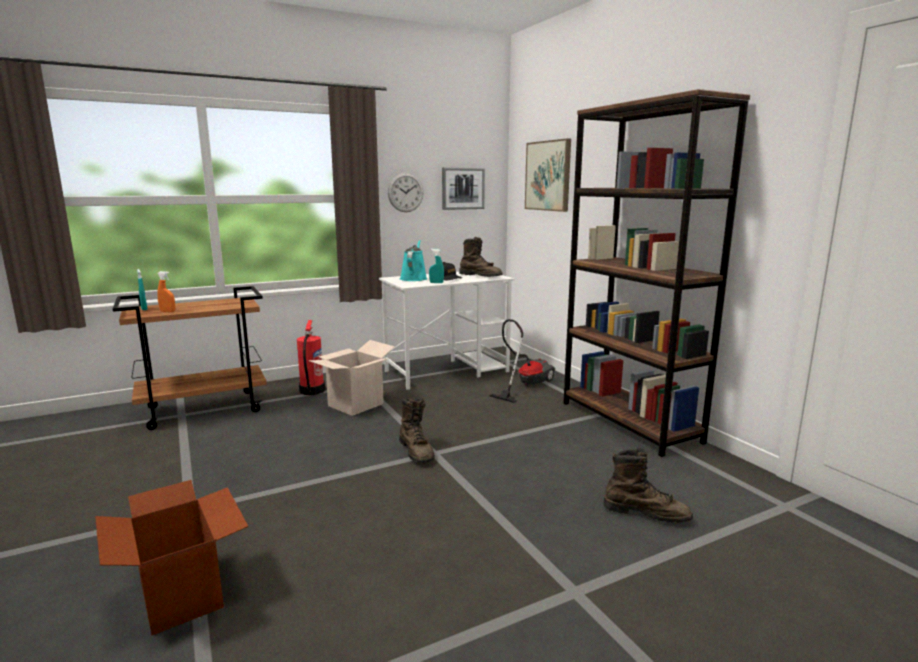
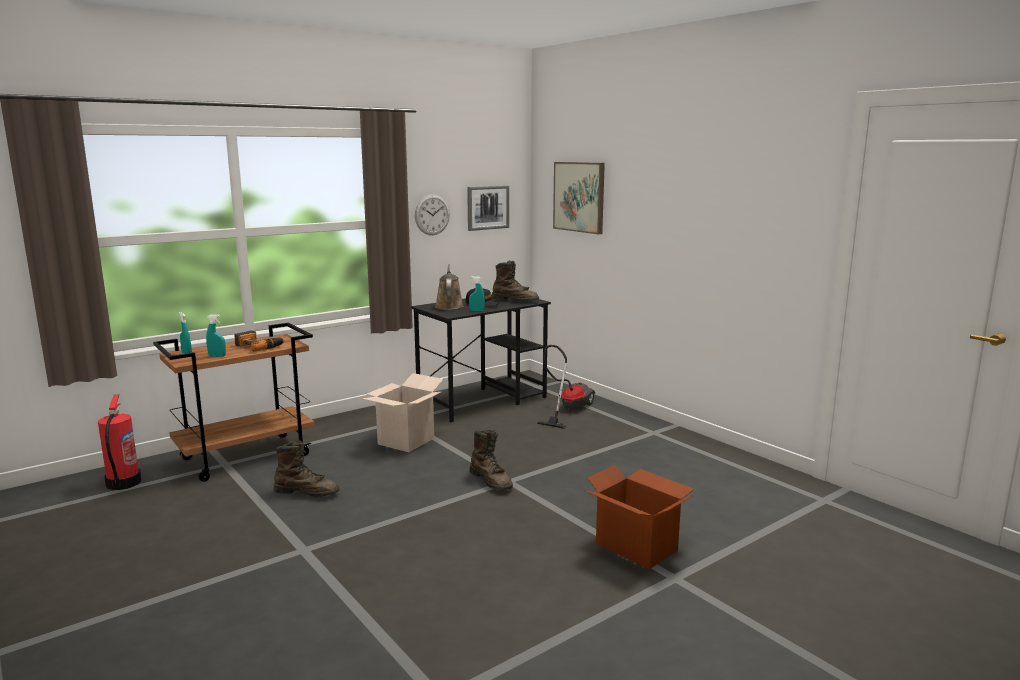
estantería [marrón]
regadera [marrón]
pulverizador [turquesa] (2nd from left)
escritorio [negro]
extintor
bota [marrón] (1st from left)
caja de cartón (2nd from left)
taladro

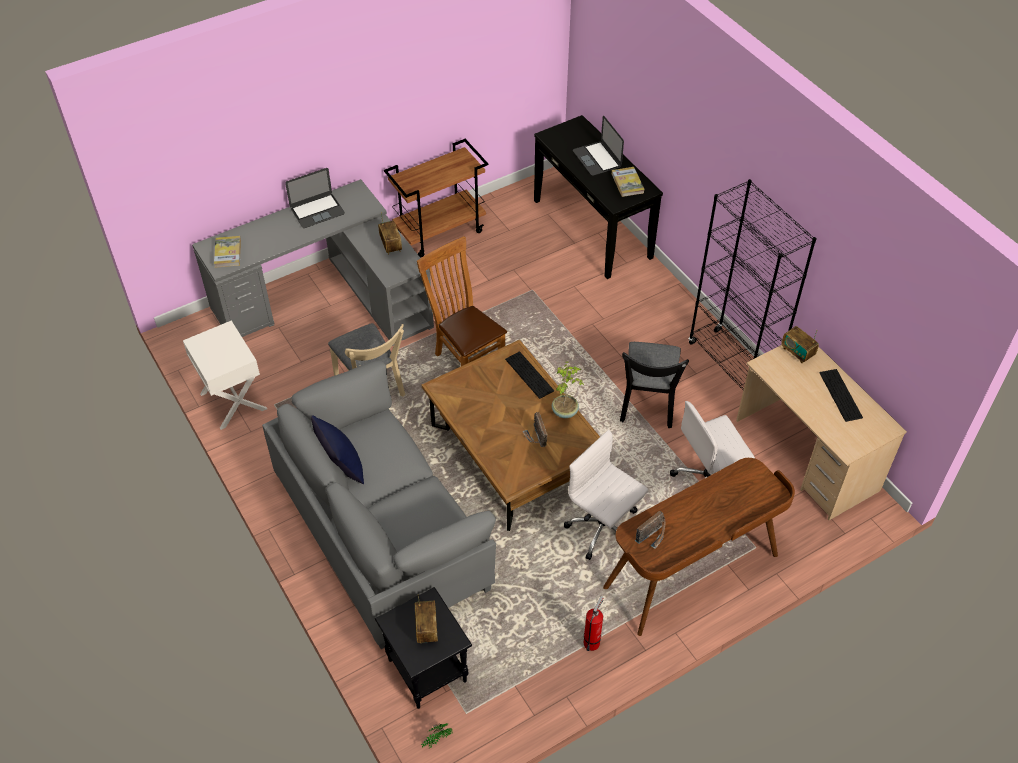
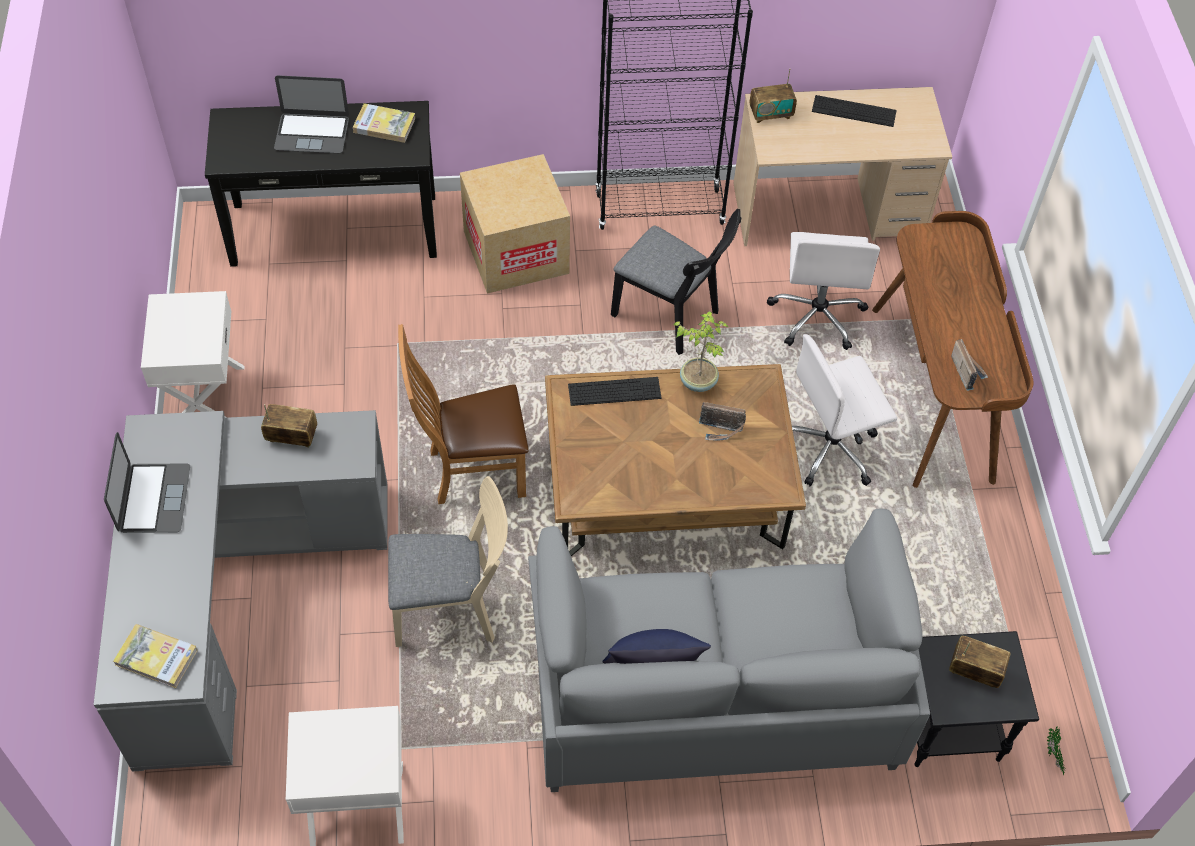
mesita de noche [blanco] (1st from left)
extintor
caja de cartón

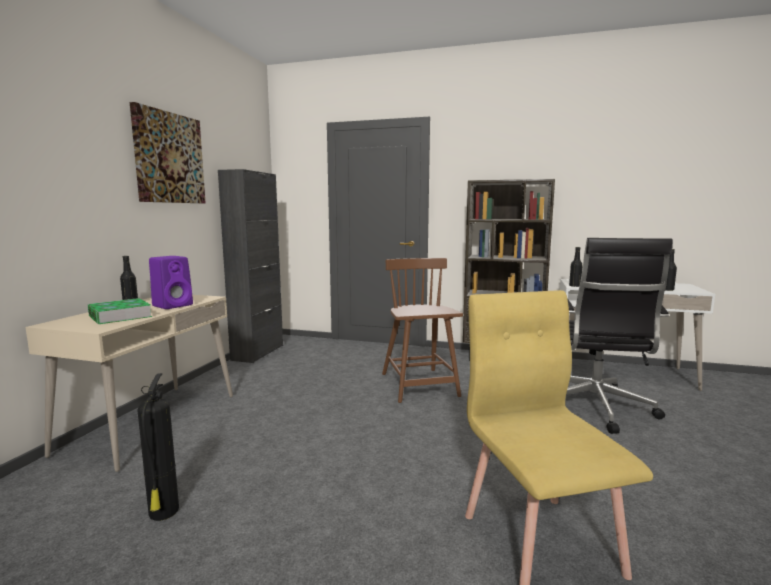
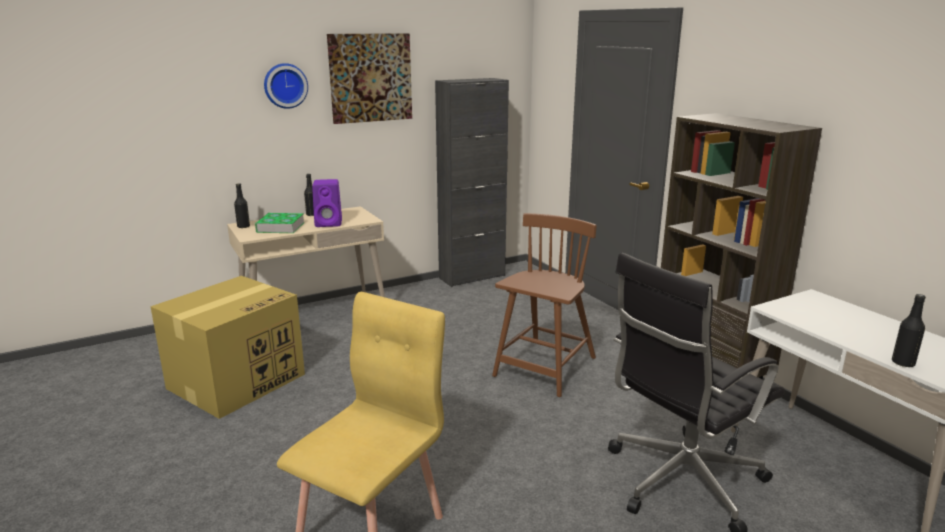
botella [negro] (1st from left)
caja de cartón
reloj de pared

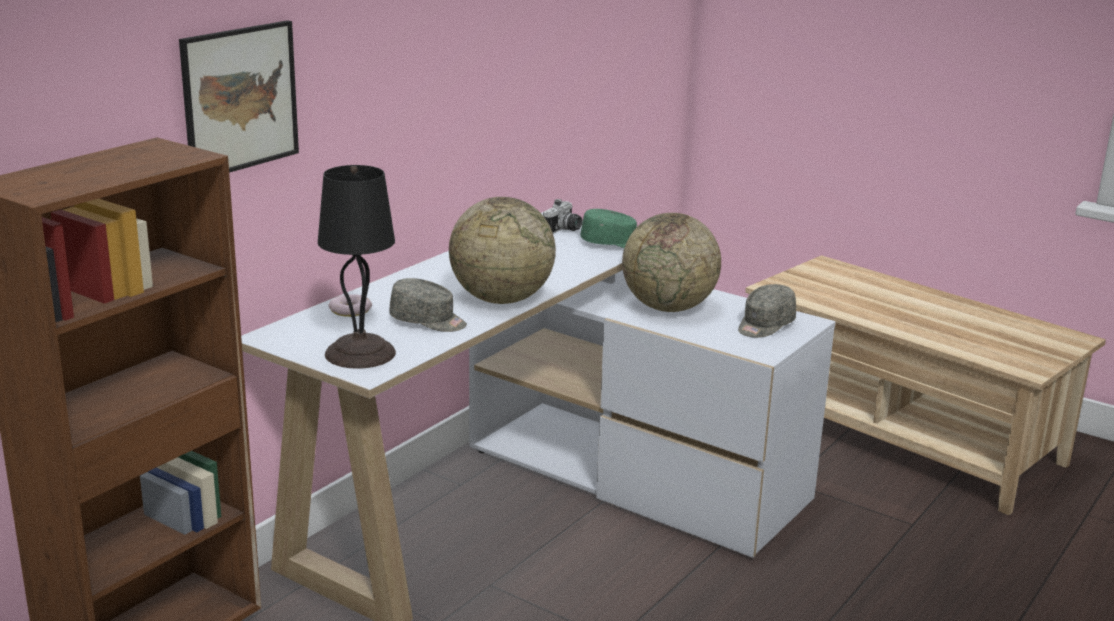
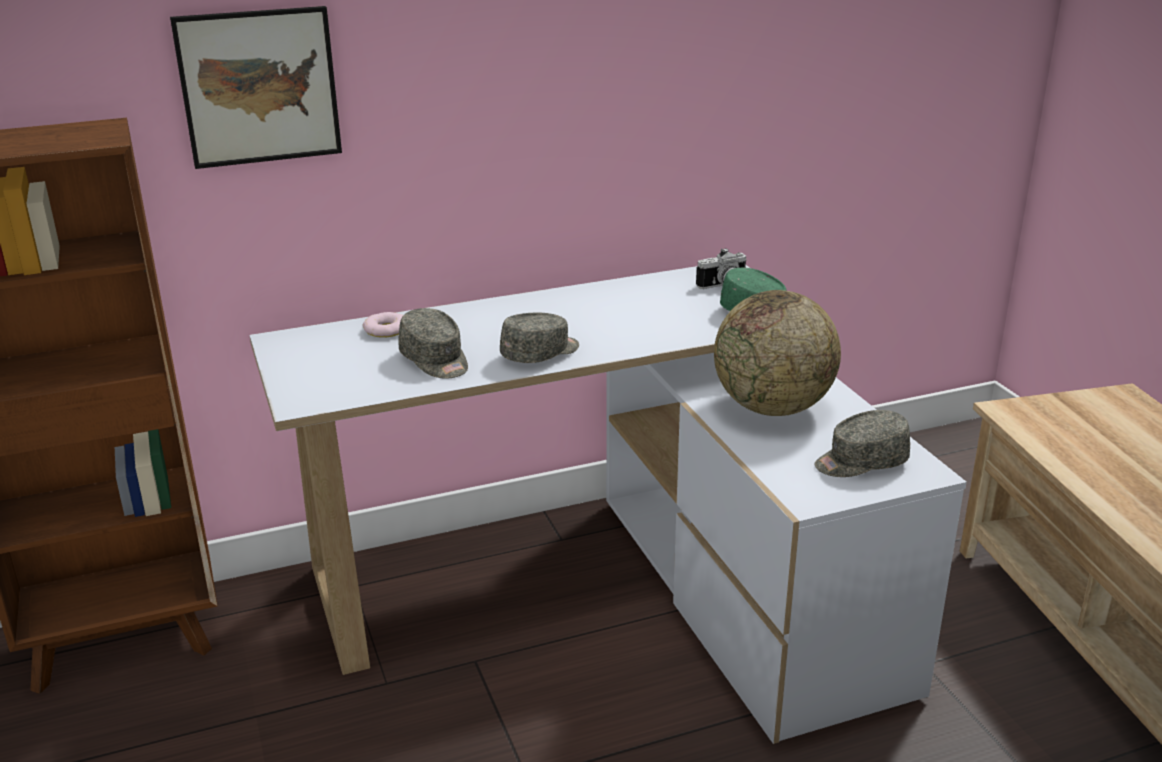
lámpara de mesa [negro]
gorra [gris] (2nd from left)

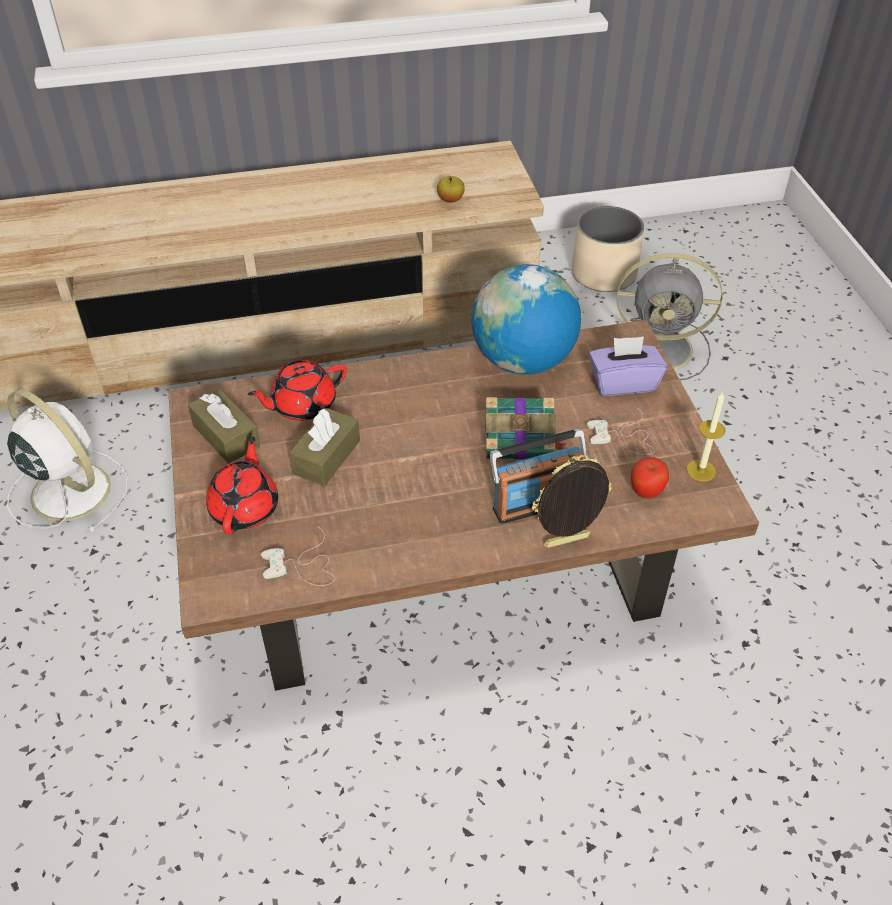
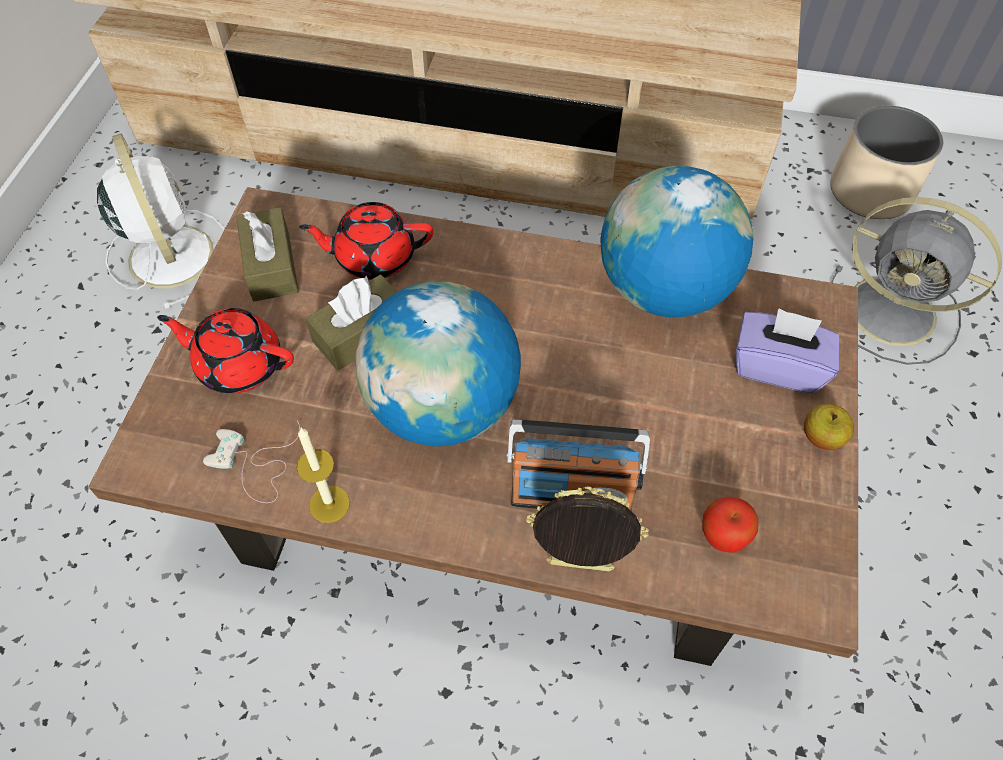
manzana (2nd from left)
vela
libro
mando de consola [blanco] (2nd from left in the first image)
tetera [rojo] (1st from left)
globo terráqueo (1st from left)

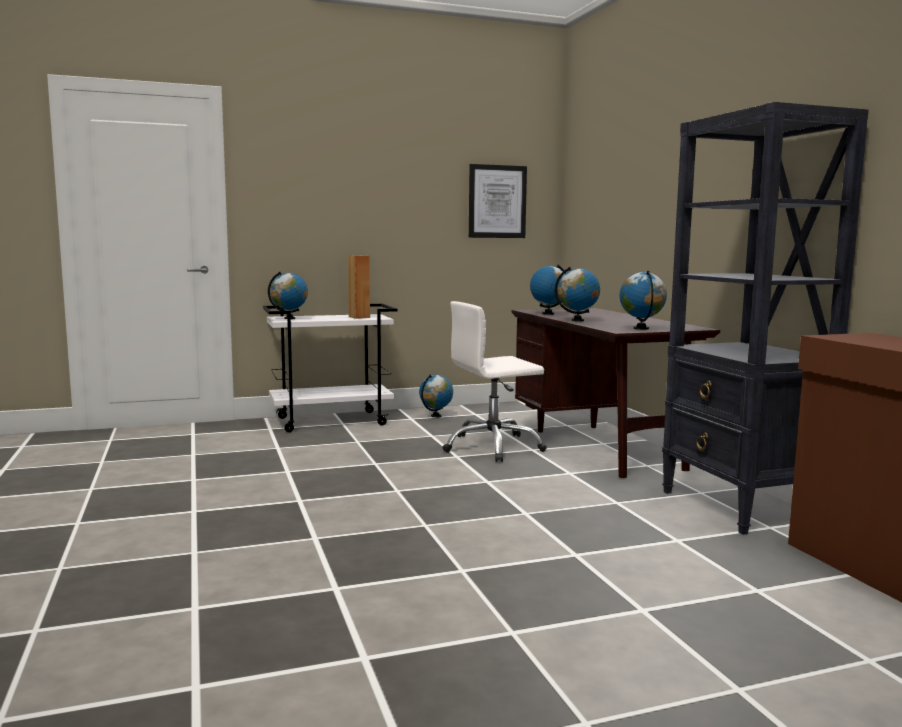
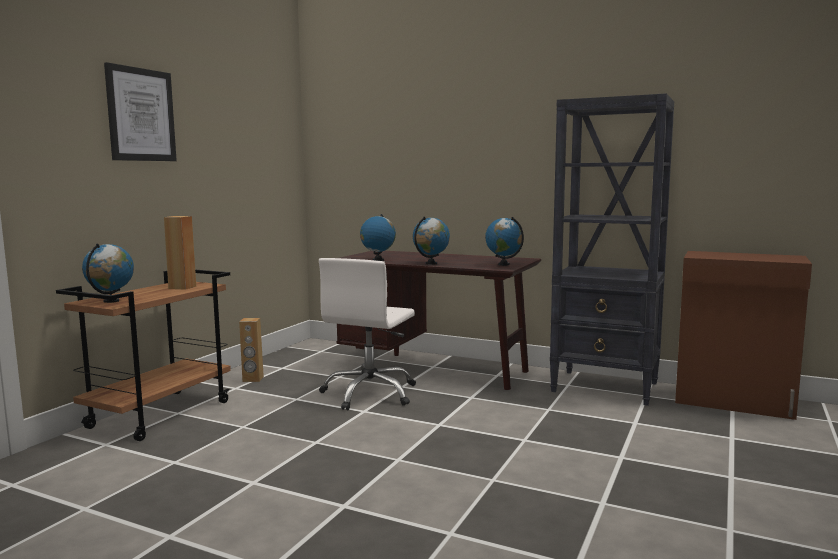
cuadro
carrito [marrón]
altavoz [marrón] (2nd from left)

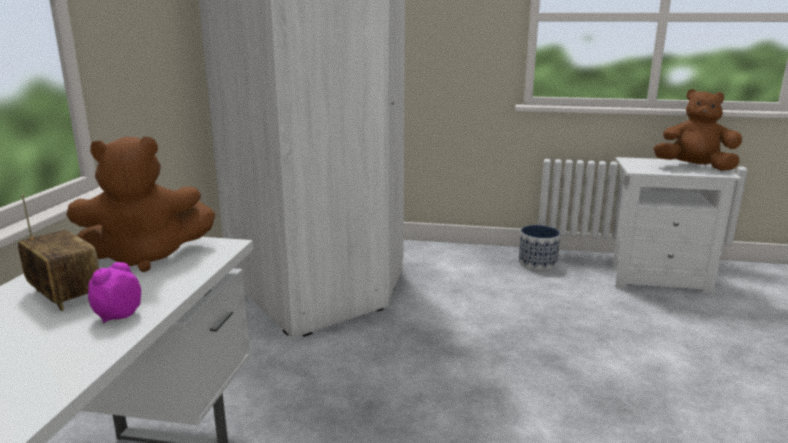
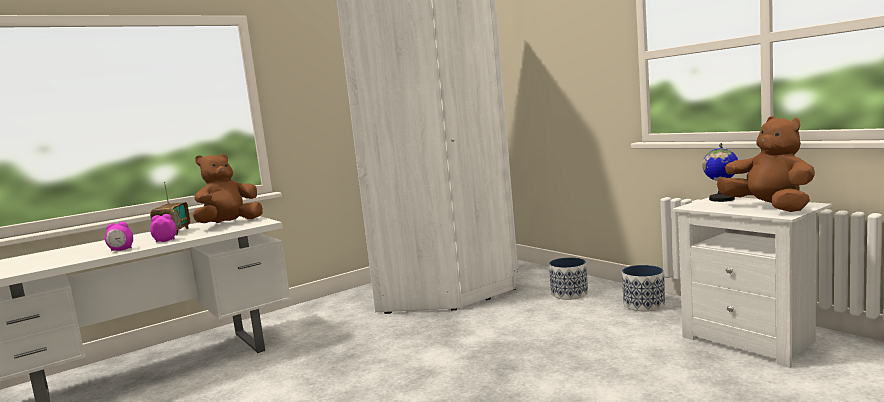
peluche [marrón] (1st from left)
globo terráqueo
despertador (1st from left)
maceta (1st from left)

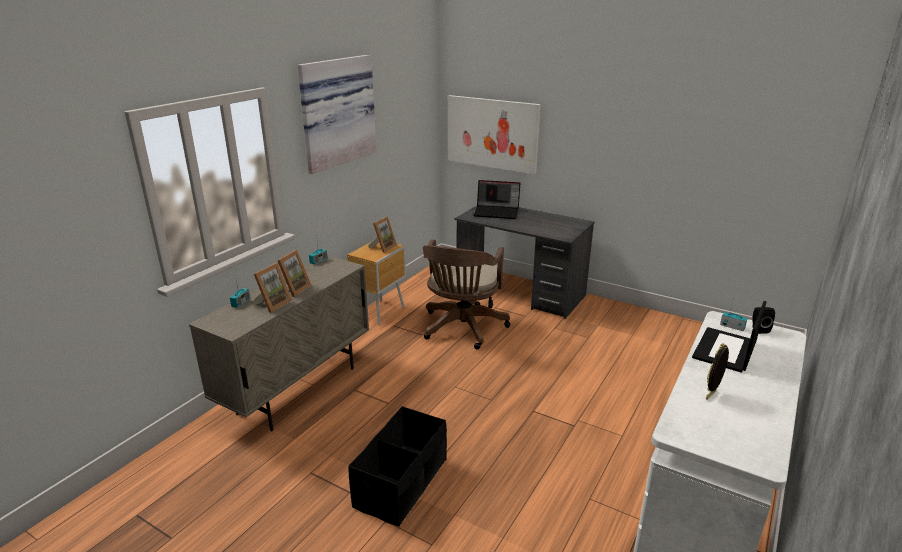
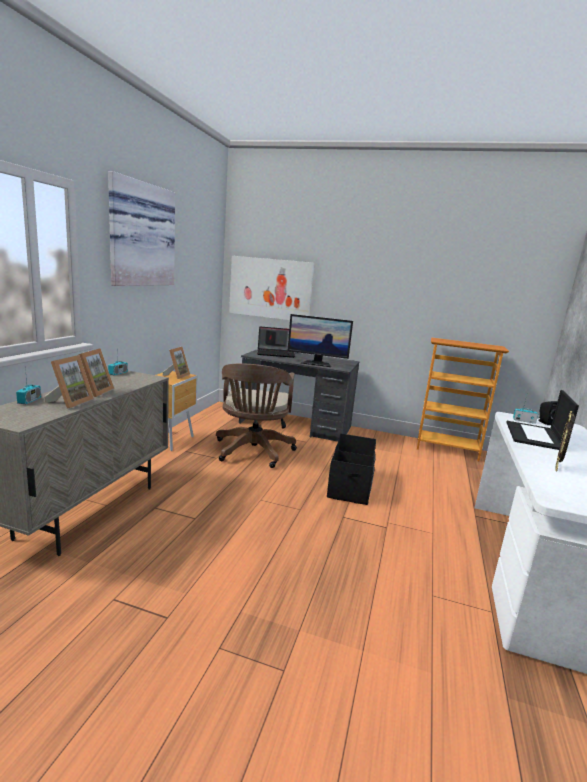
caja de almacenaje [negro]
monitor
estantería

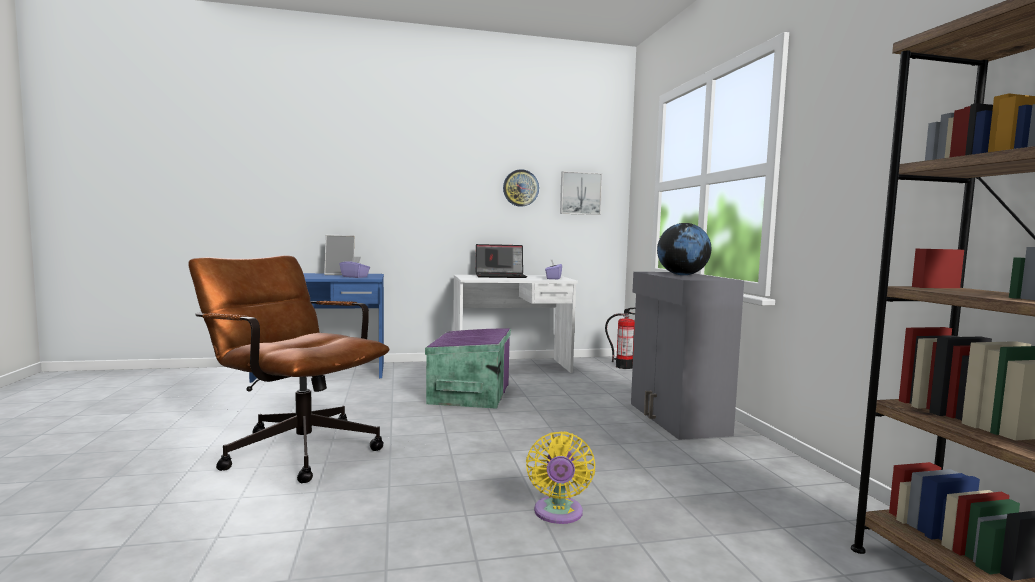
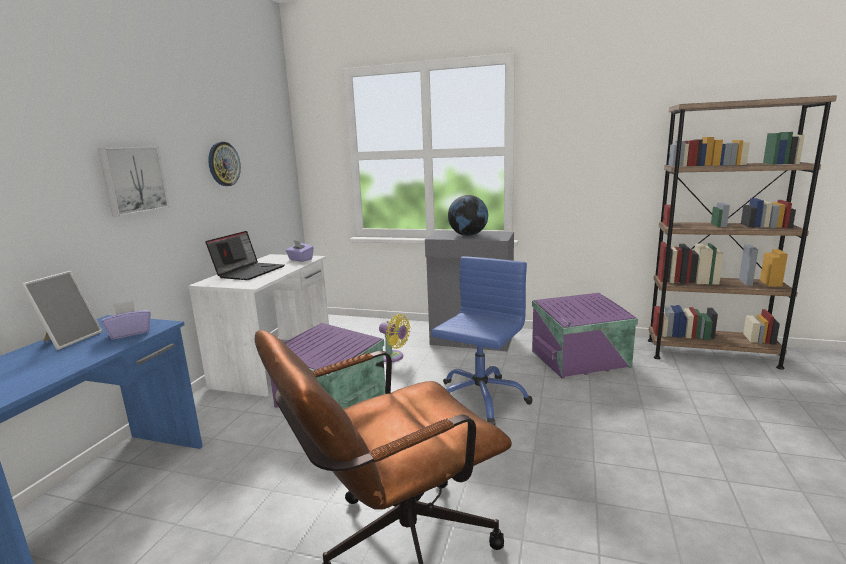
cuadro
extintor
ventilador [amarillo]
silla de oficina [azul]
caja de almacenaje [morado] (2nd from left)

